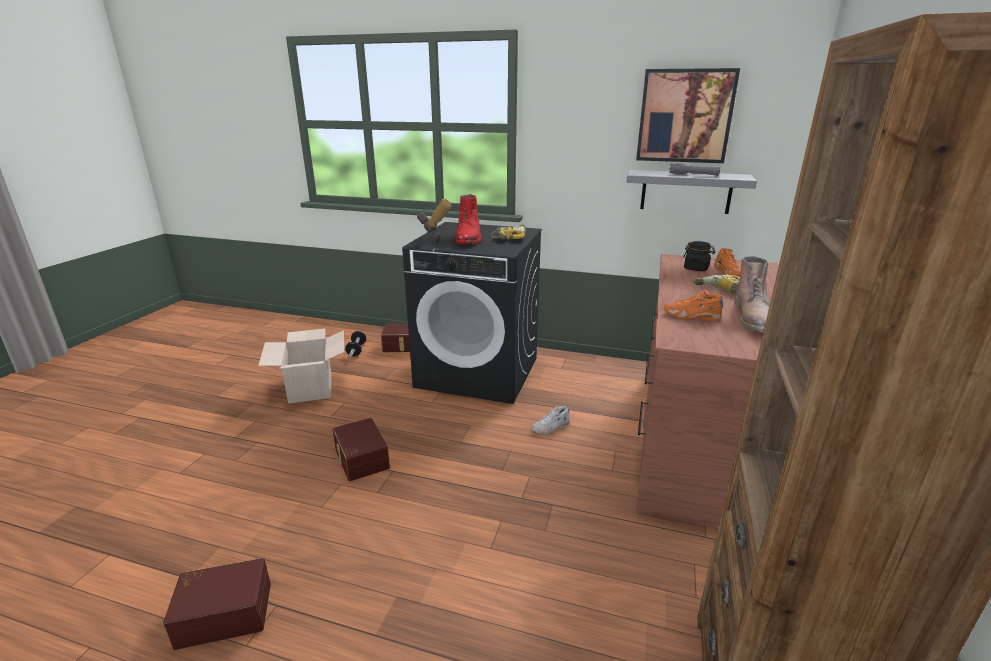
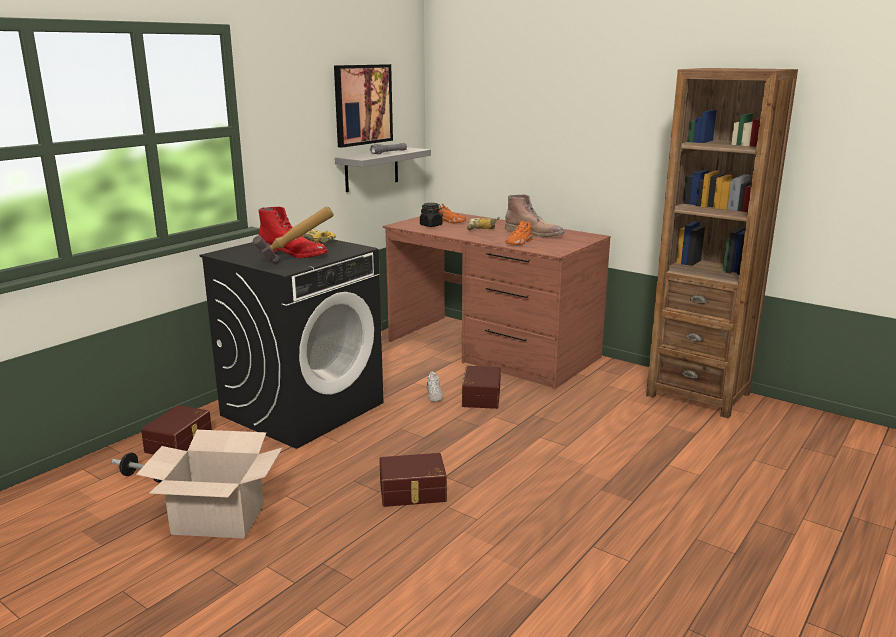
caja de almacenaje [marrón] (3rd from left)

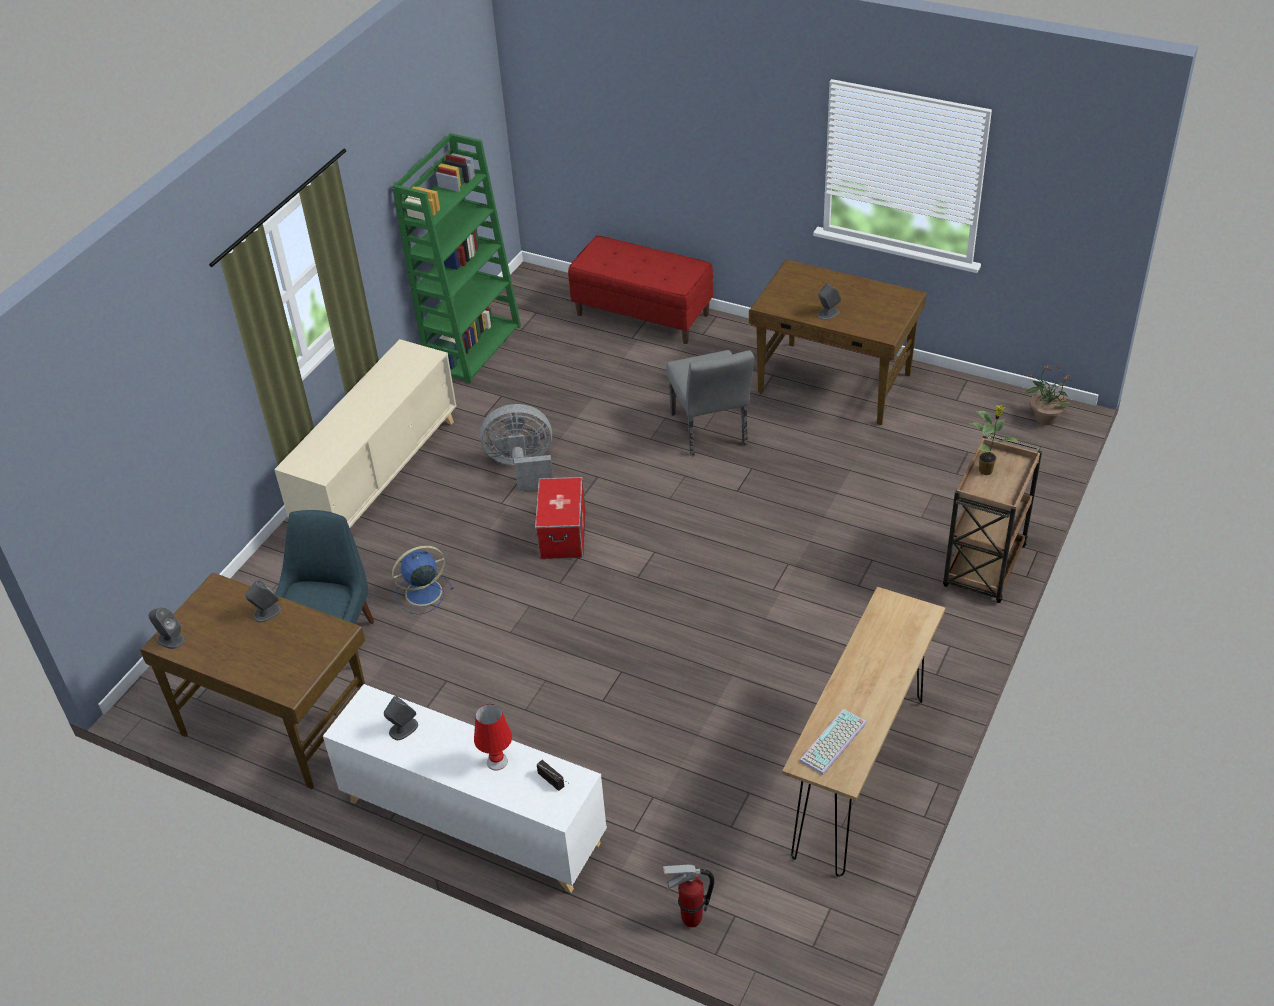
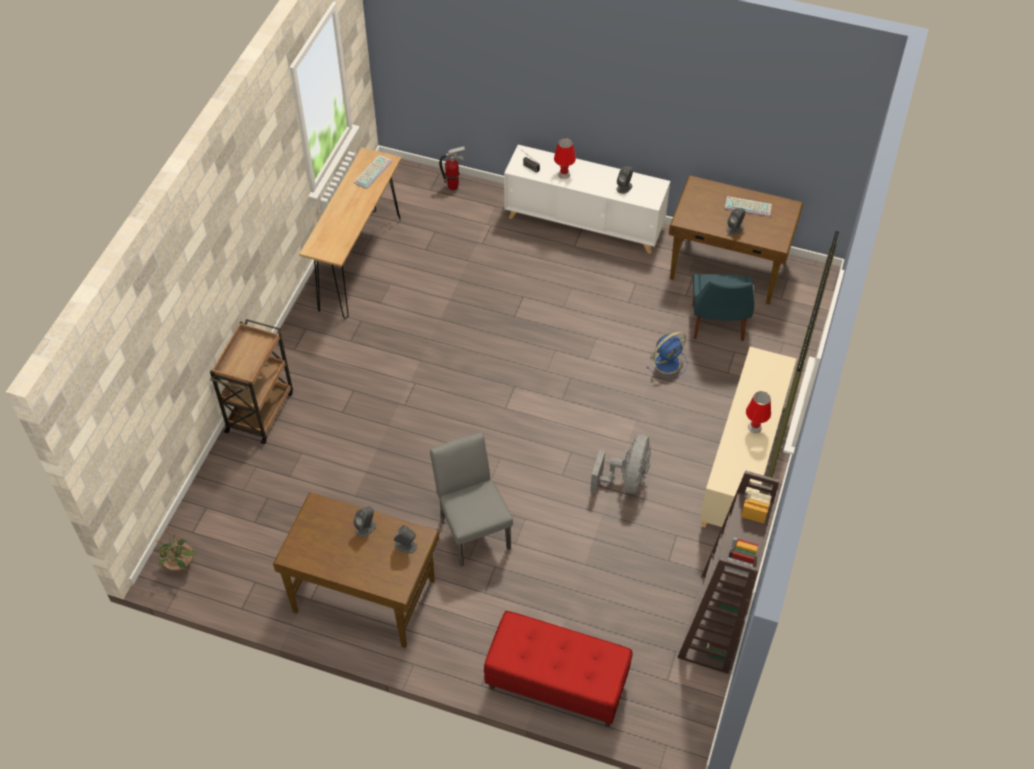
estantería [marrón]
ventilador [gris]
planta en maceta (1st from left in the first image)
caja de almacenaje
altavoz [gris] (2nd from left)
teclado (2nd from left)
lámpara de mesa [rojo] (2nd from left)

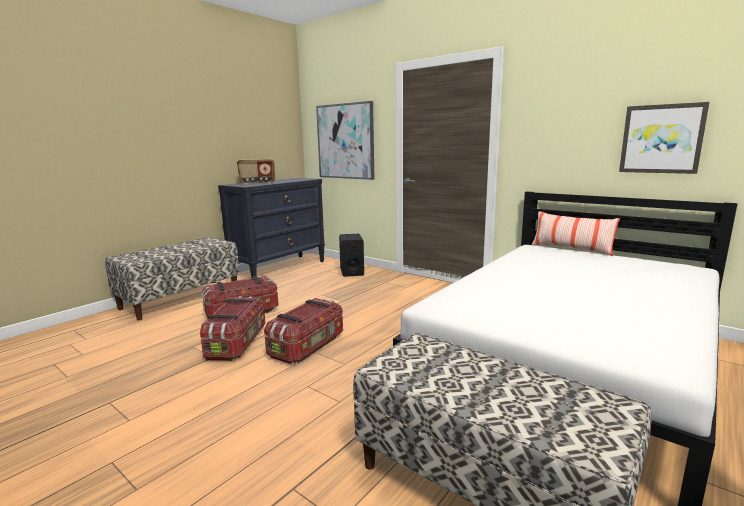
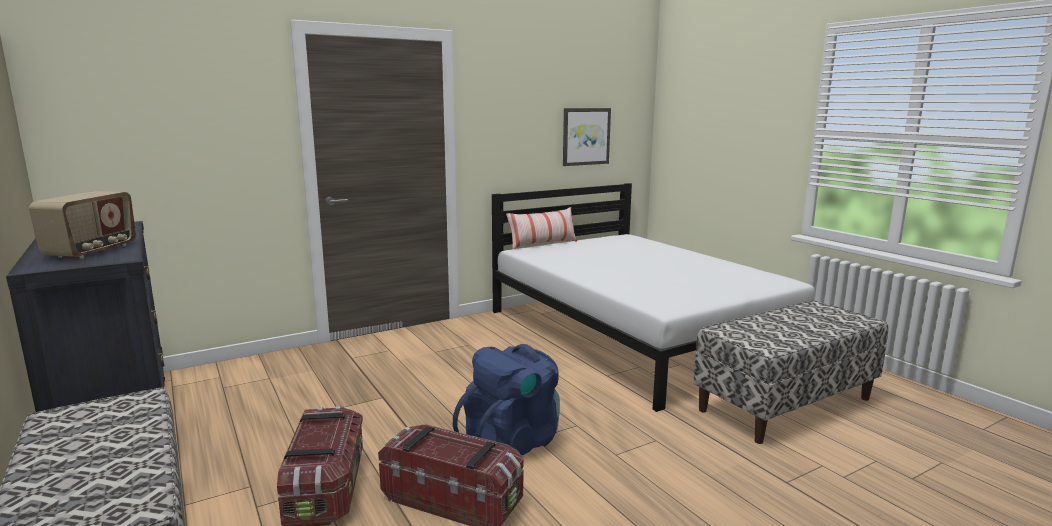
cuadro (1st from left in the first image)
altavoz [negro]
mochila [azul]

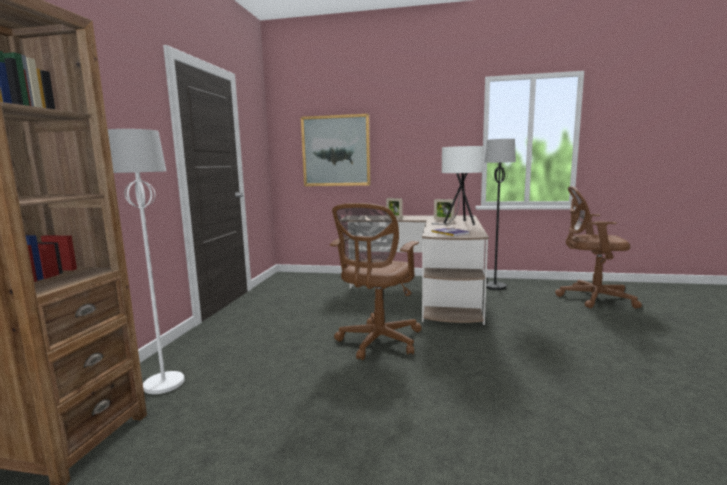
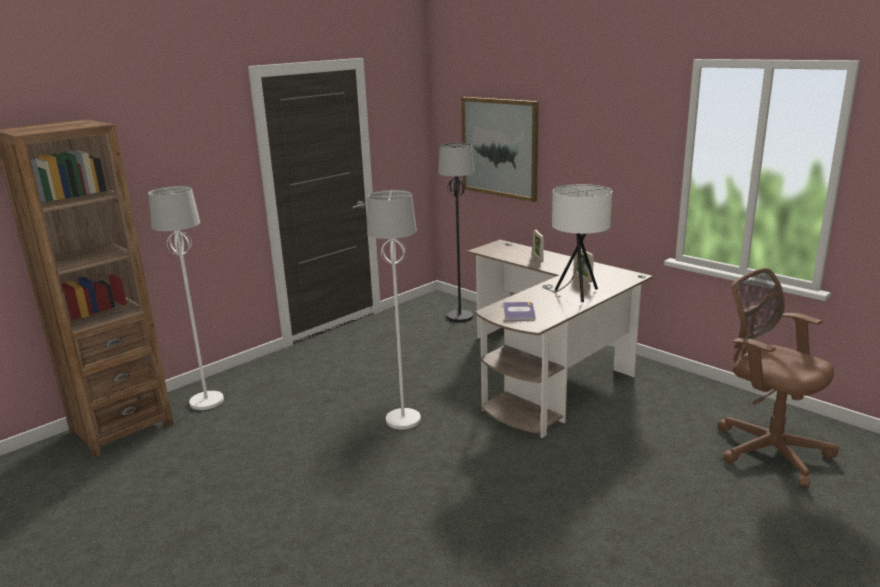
lámpara de pie [negro]
lámpara de pie [blanco] (2nd from left)

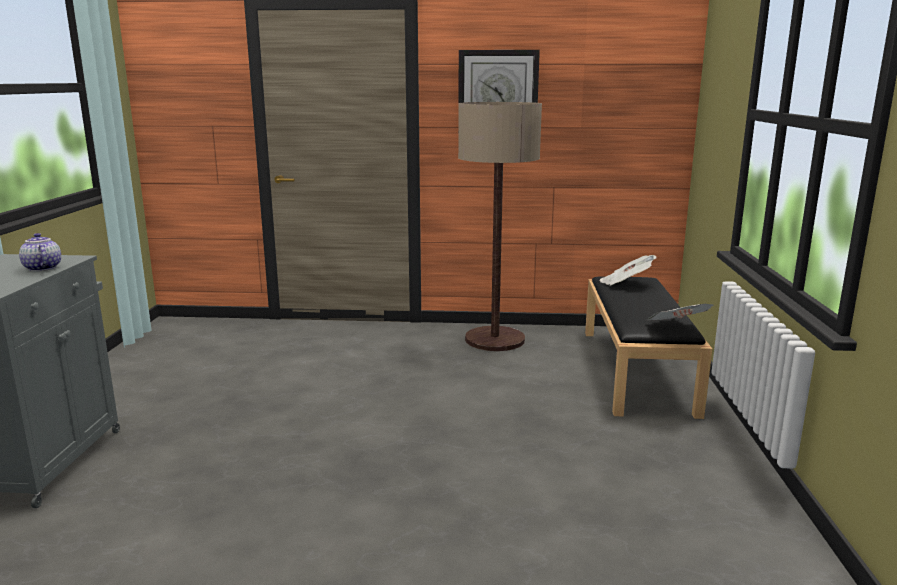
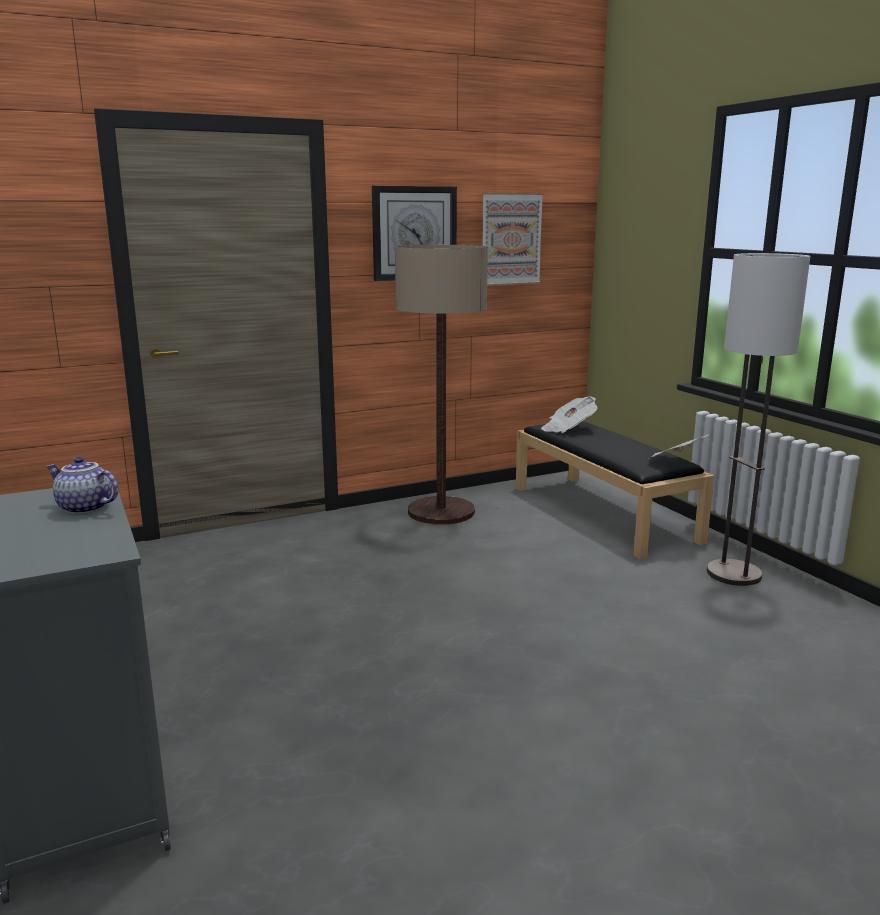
cuadro
lámpara de pie (2nd from left)

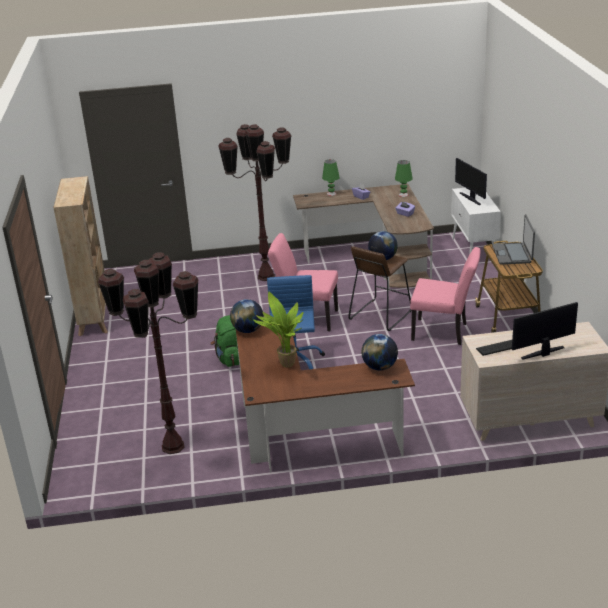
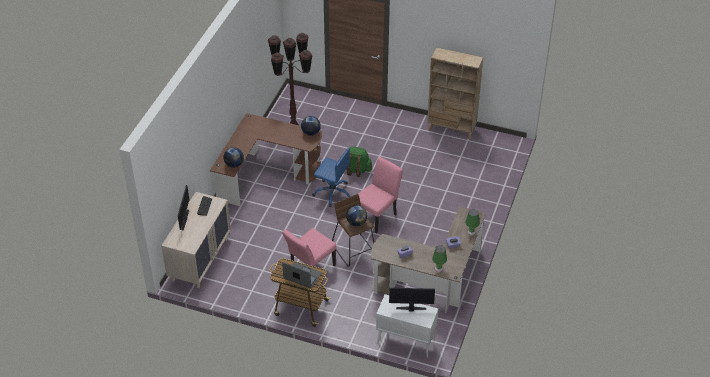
lámpara de pie [marrón] (2nd from left in the first image)
planta en maceta

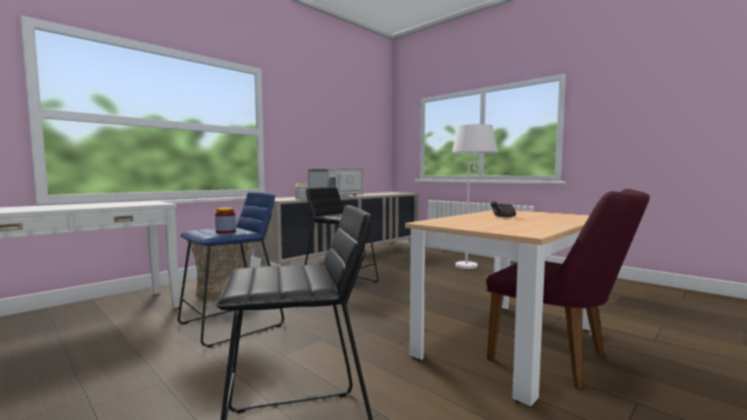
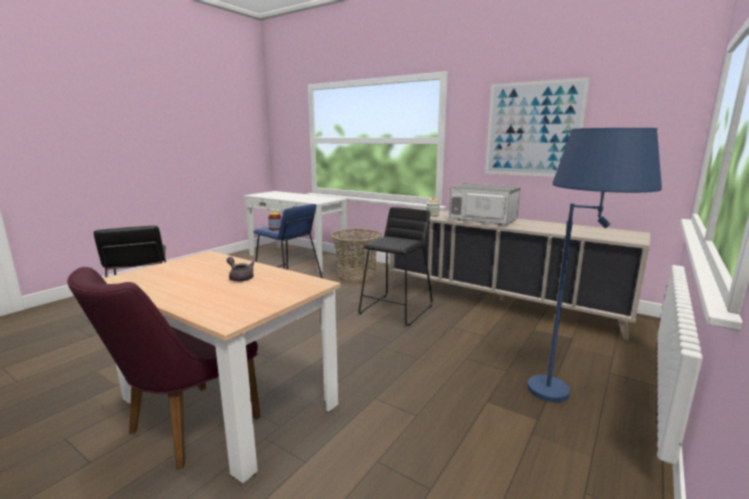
lámpara de pie [azul]
cuadro

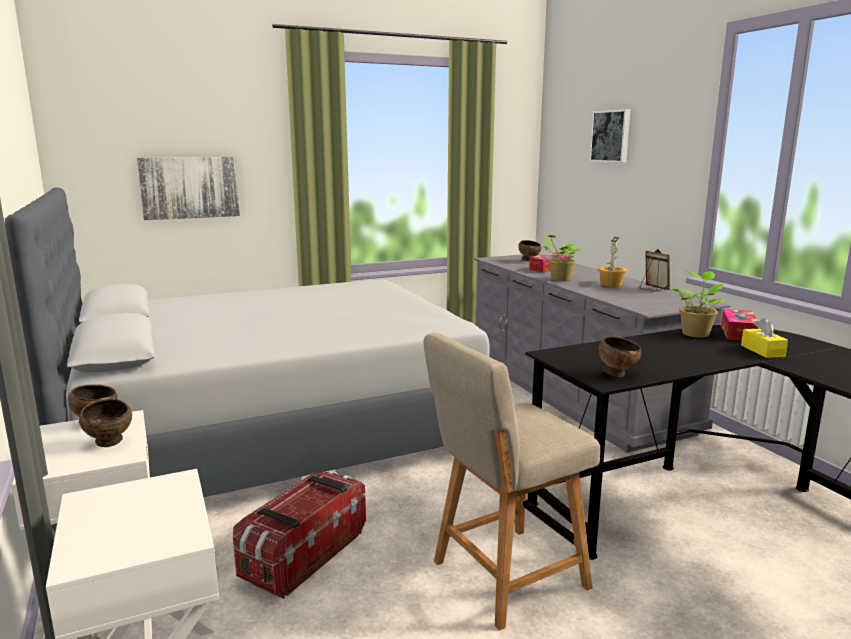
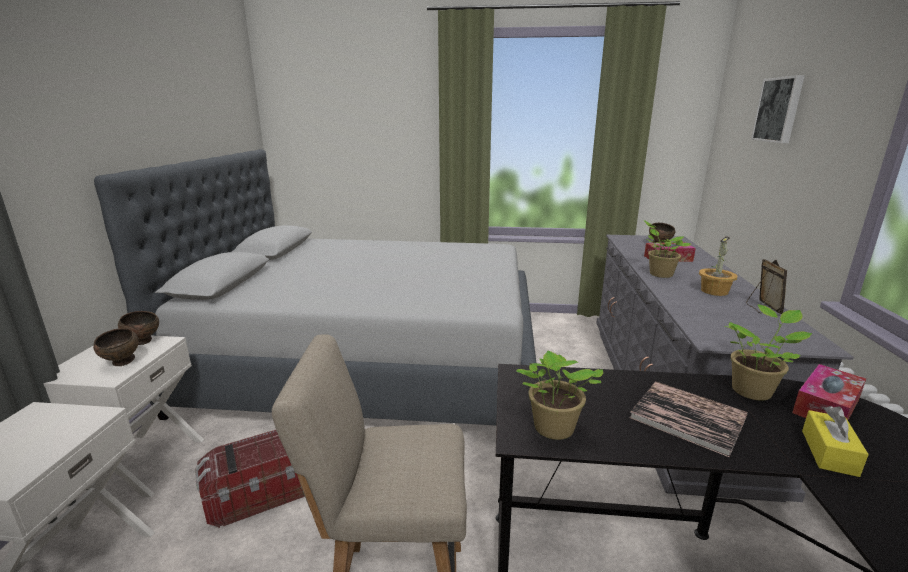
cuadro (1st from left in the first image)
planta en maceta (1st from left)
libro

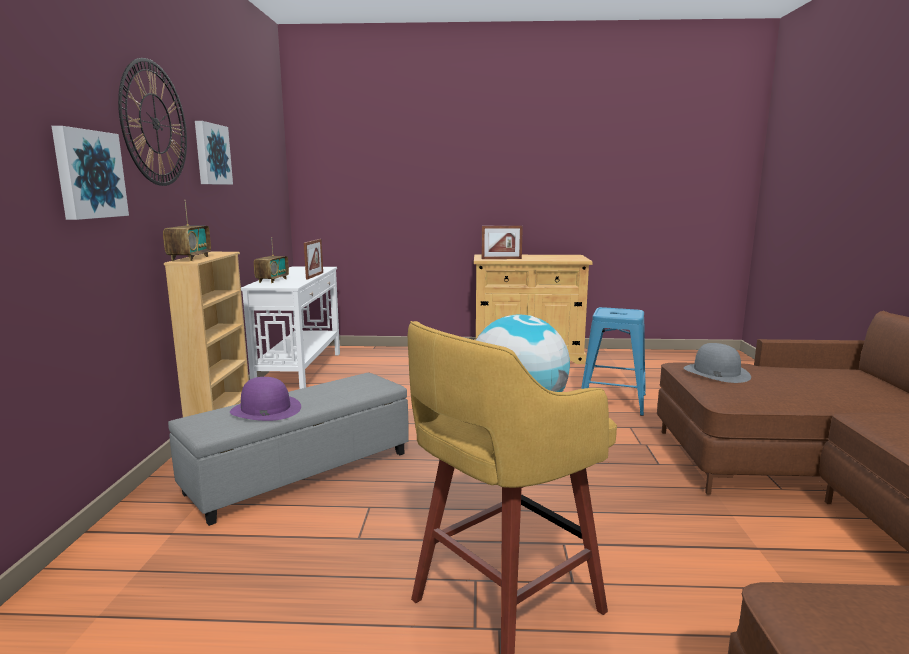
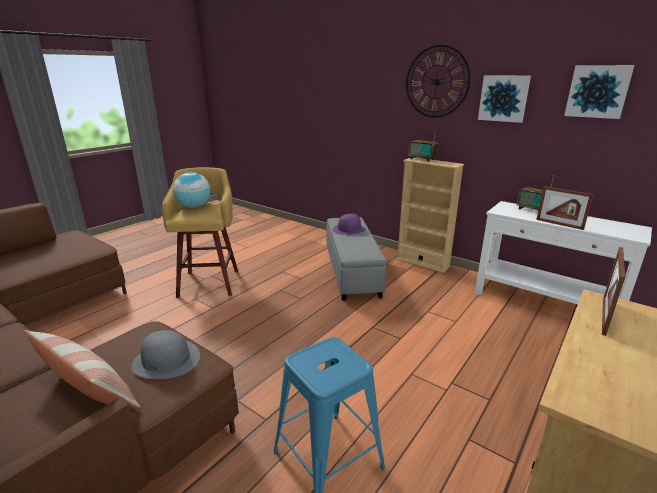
cuadro (2nd from left)
cojín

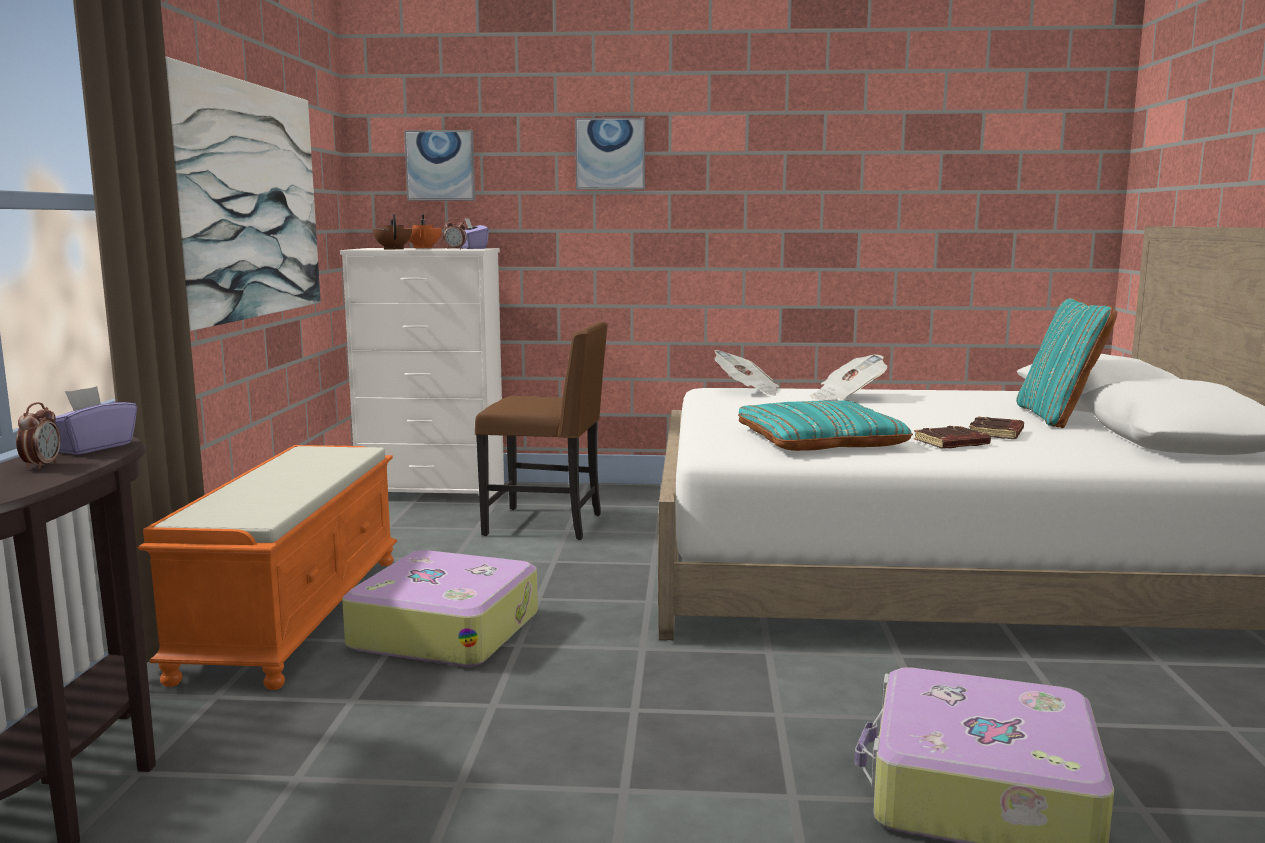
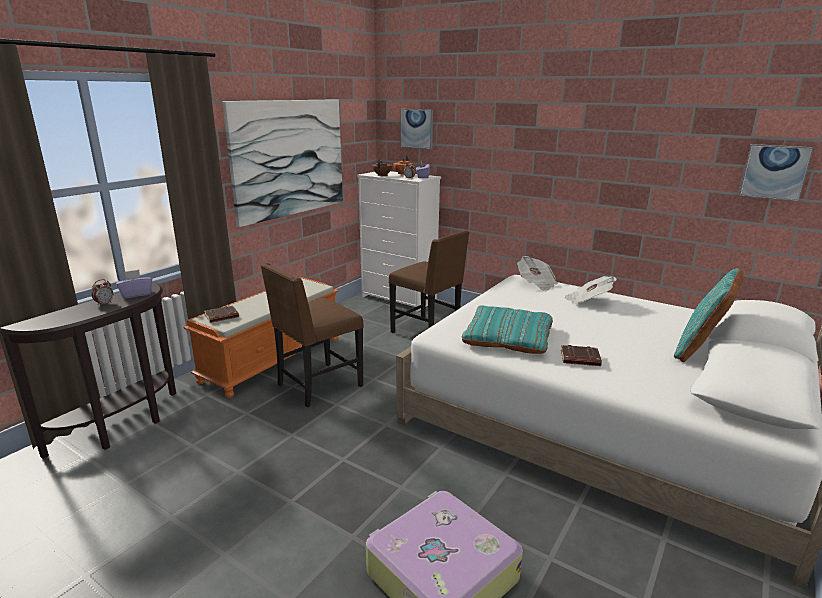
cuadro (3rd from left)
libro [marrón] (1st from left)
silla [marrón] (1st from left)

